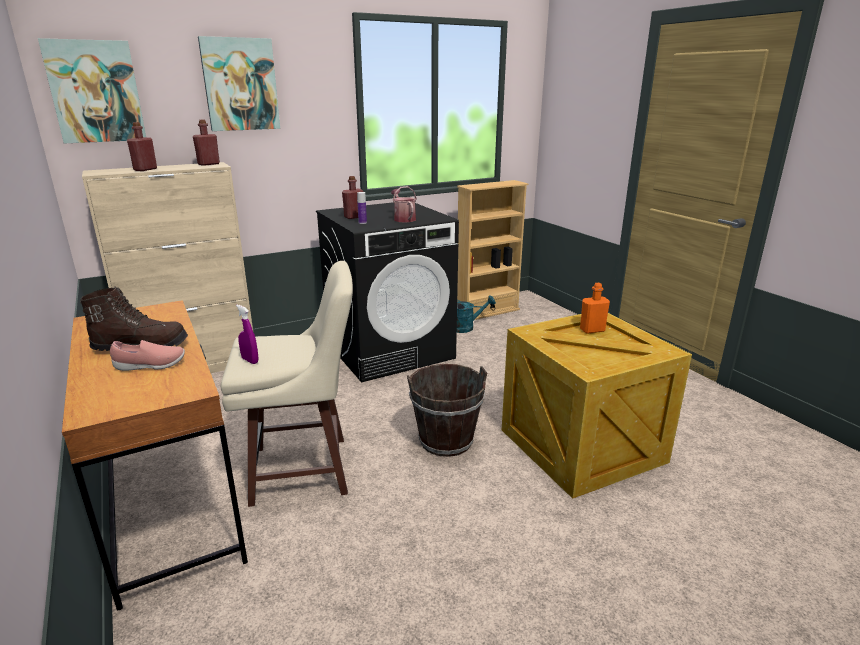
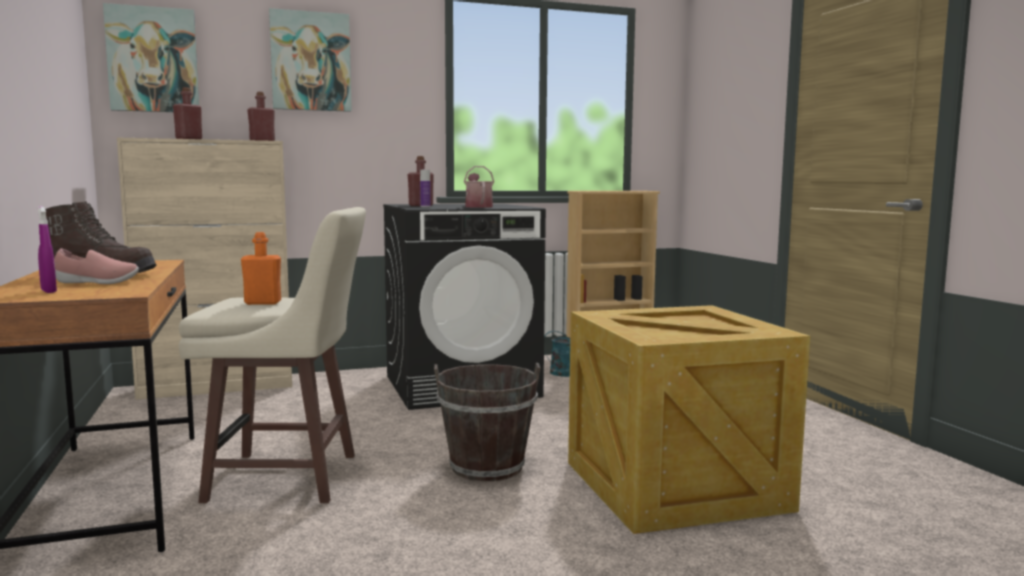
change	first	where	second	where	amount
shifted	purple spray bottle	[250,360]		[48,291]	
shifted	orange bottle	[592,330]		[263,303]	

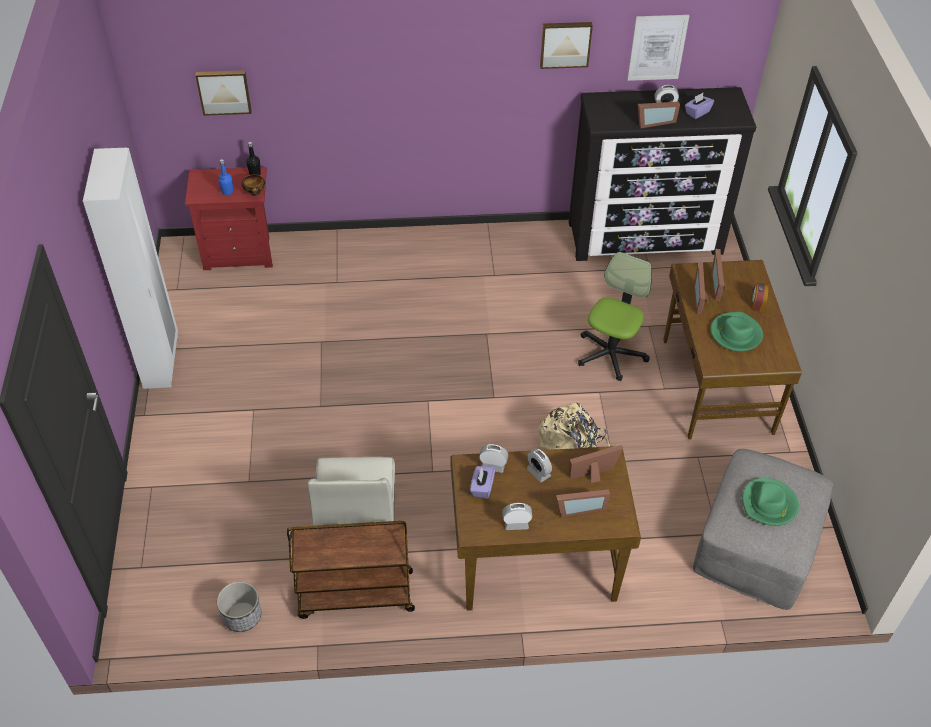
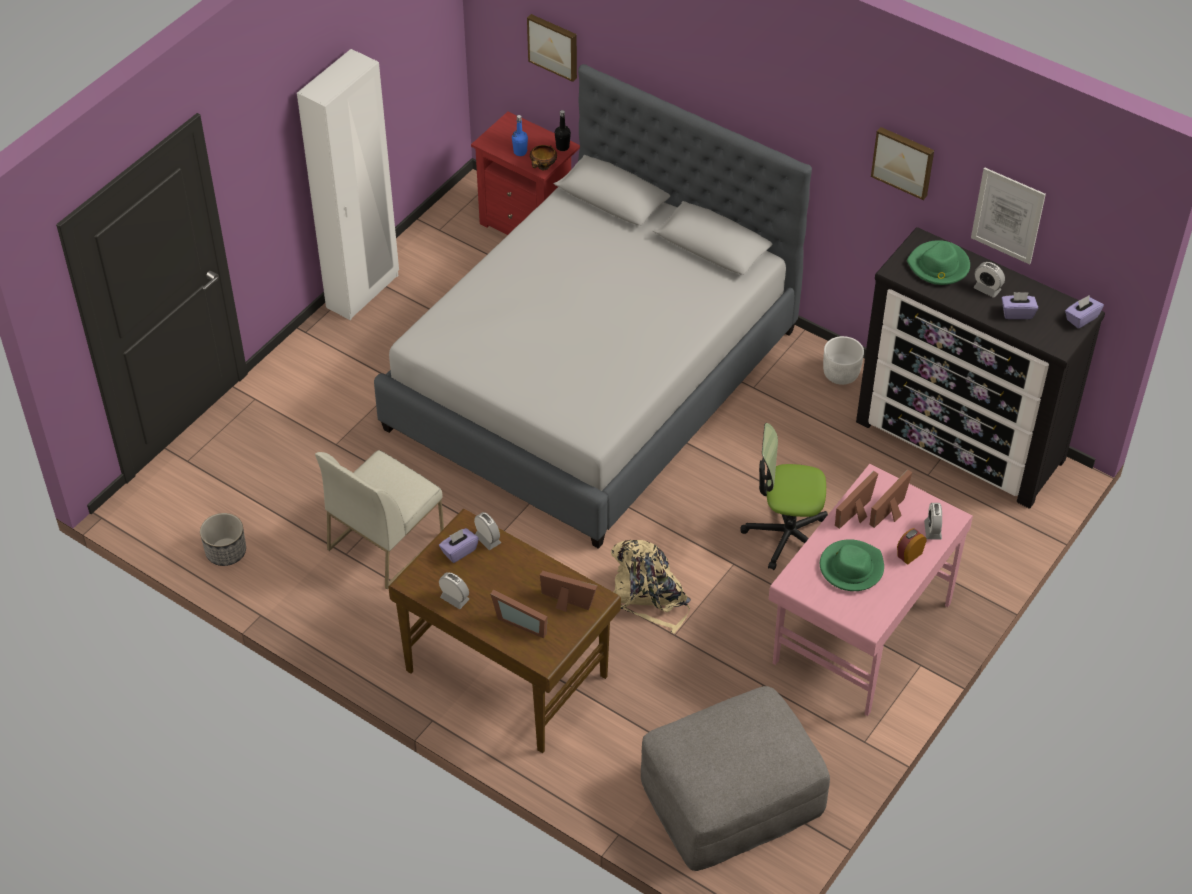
change	first	where	second	where	amount
gone	brown cart	[355,595]			
gone	picture frame	[654,122]			
new			grey bed	[593,379]	
new			white planter	[840,374]	
new			purple tissue box	[1081,318]	
shifted	alarm clock	[538,472]		[932,530]	
shifted	green hat	[769,504]		[939,266]	
repainted	brown desk	[715,386]	pink desk	[860,632]	
rotated	office chair	[611,354]		[786,535]	150 degrees counterclockwise

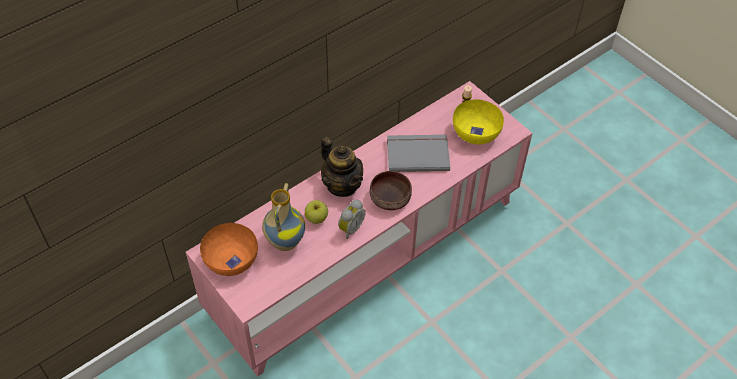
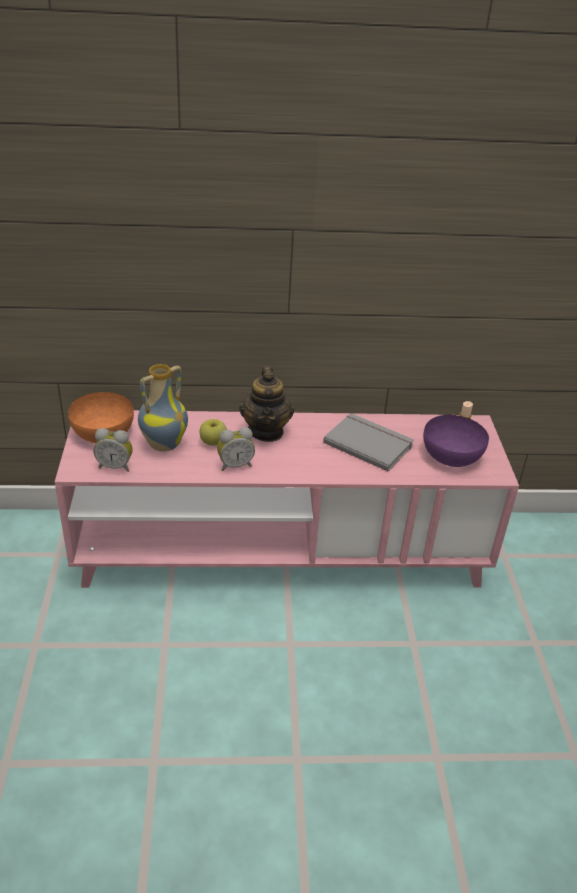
change	first	where	second	where	amount
gone	brown bowl	[391,198]			
new			alarm clock	[115,466]	
repainted	yellow bowl	[475,133]	purple bowl	[450,456]	

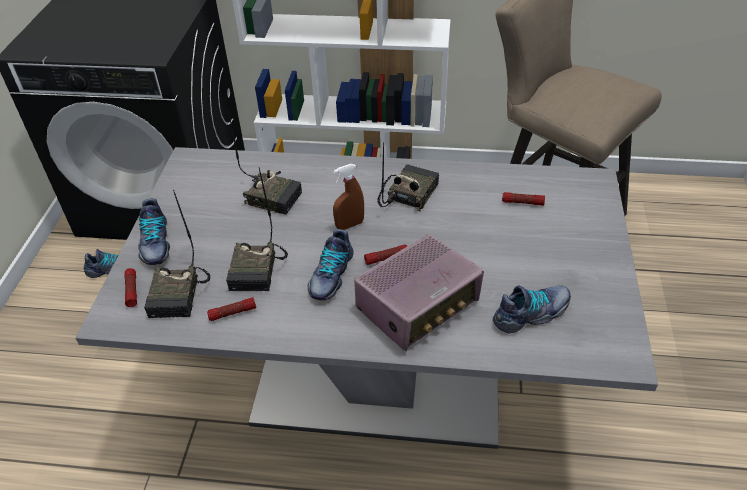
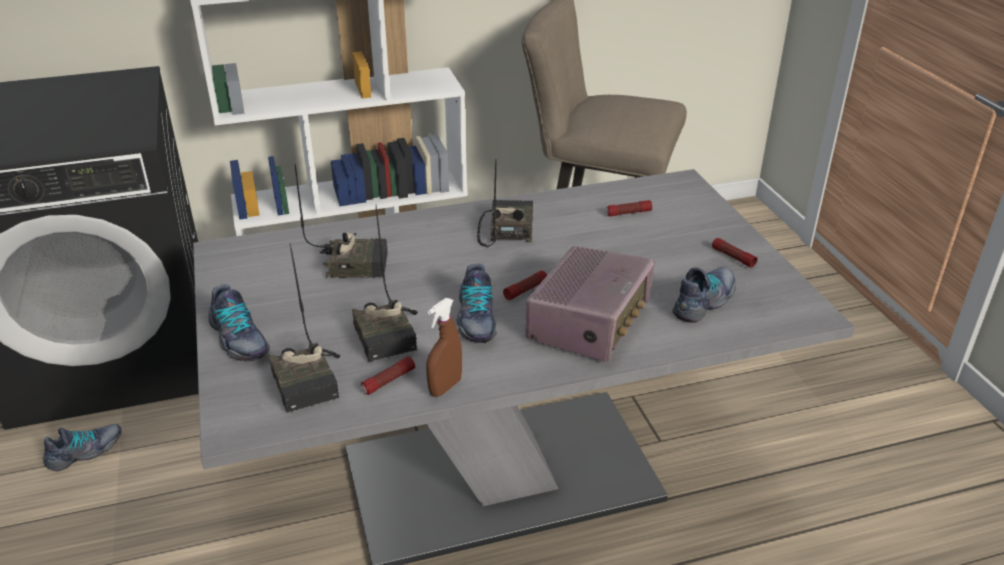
change	first	where	second	where	amount
shifted	flashlight	[132,291]		[733,257]	
shifted	brown spray bottle	[349,225]		[445,387]	

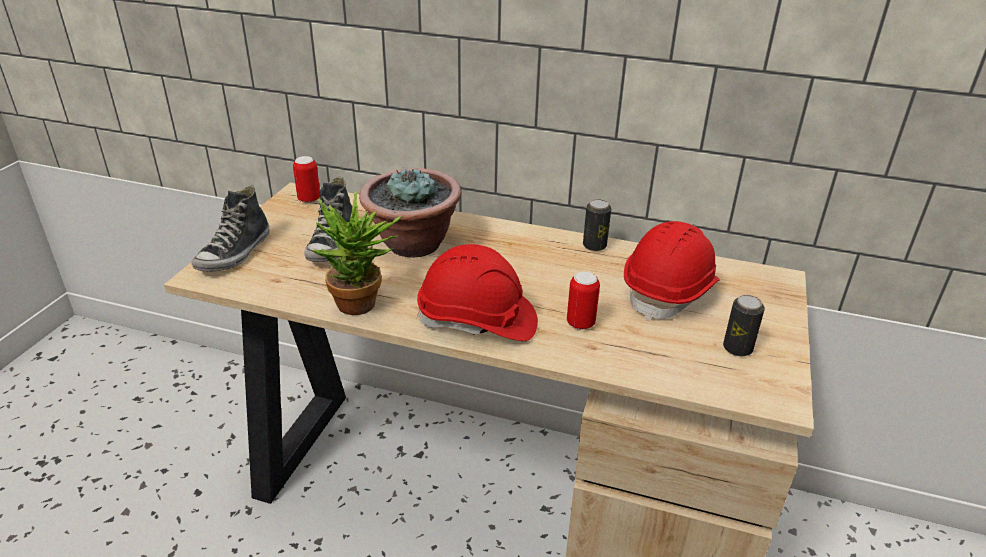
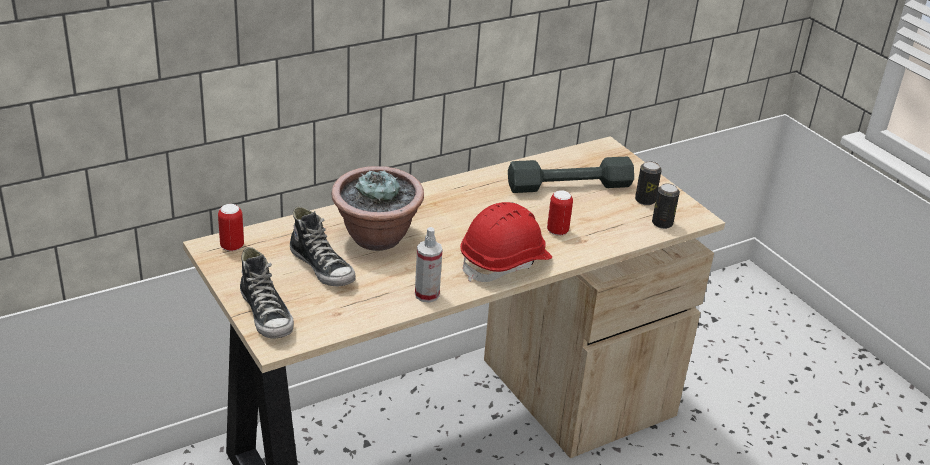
change	first	where	second	where	amount
shifted	can	[594,246]		[662,223]	
swapped	potted plant	[363,307]	spray bottle	[427,294]	
swapped	red hard hat	[670,291]	grey dumbbell	[569,185]	

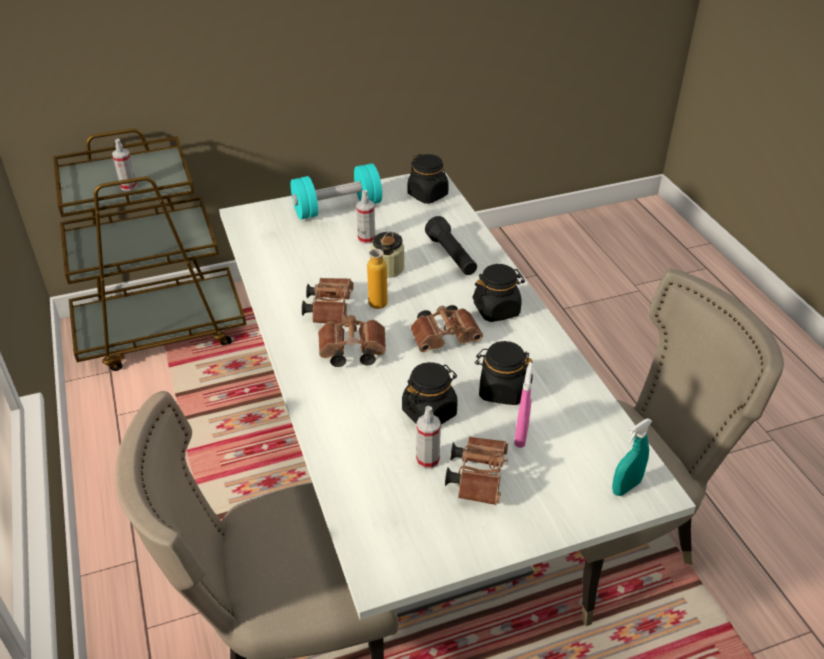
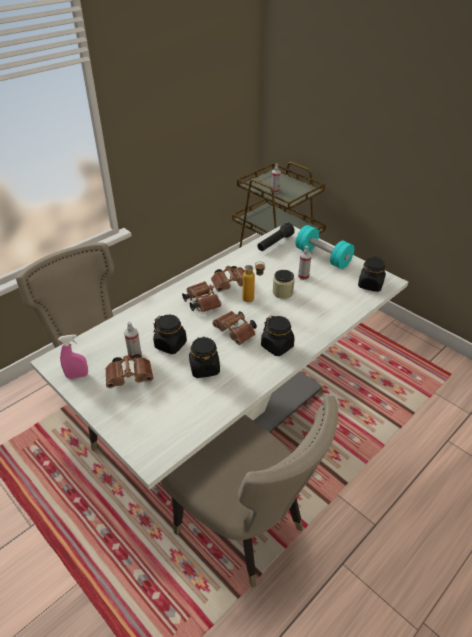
change	first	where	second	where	amount
gone	turquoise spray bottle	[626,487]			
shifted	black flashlight	[452,256]		[274,243]	
shifted	pink spray bottle	[521,436]		[77,375]	

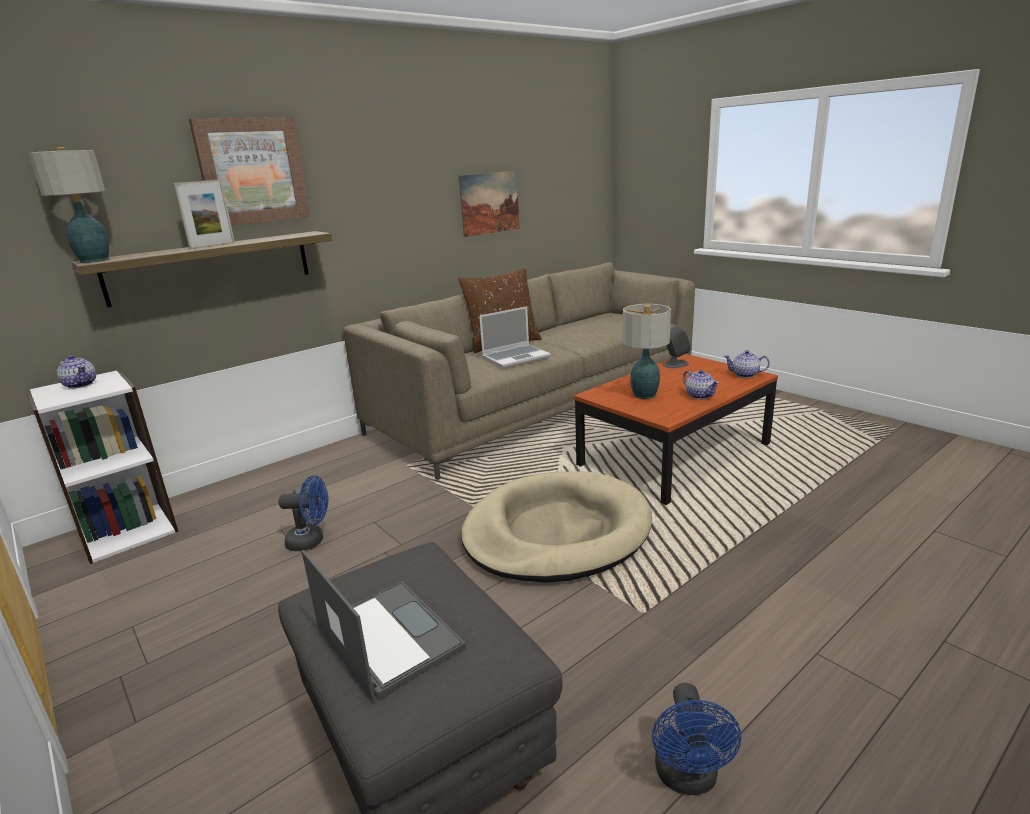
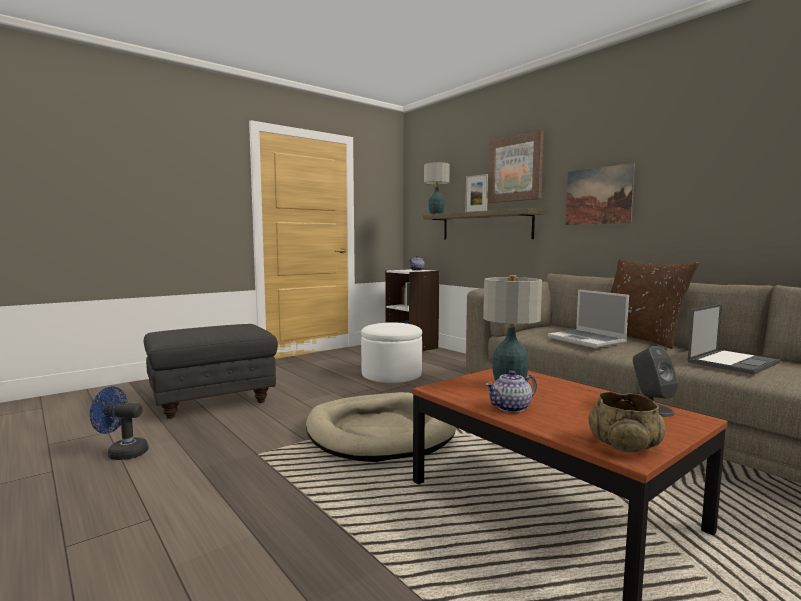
change	first	where	second	where	amount
shifted	laptop	[387,637]		[733,362]	
shifted	picture	[489,203]		[598,196]	
swapped	blue fan	[311,541]	white ottoman	[391,374]	
swapped	teapot	[745,375]	beige bowl	[624,446]	

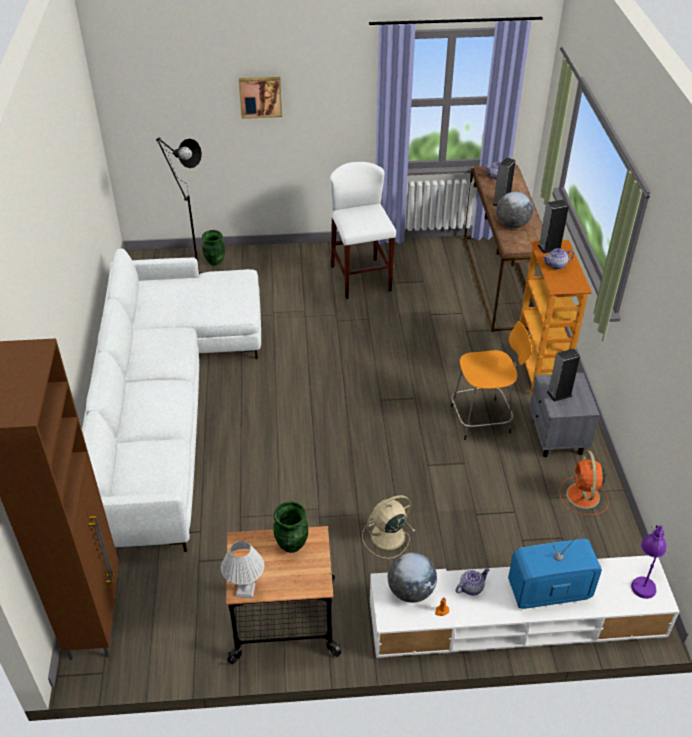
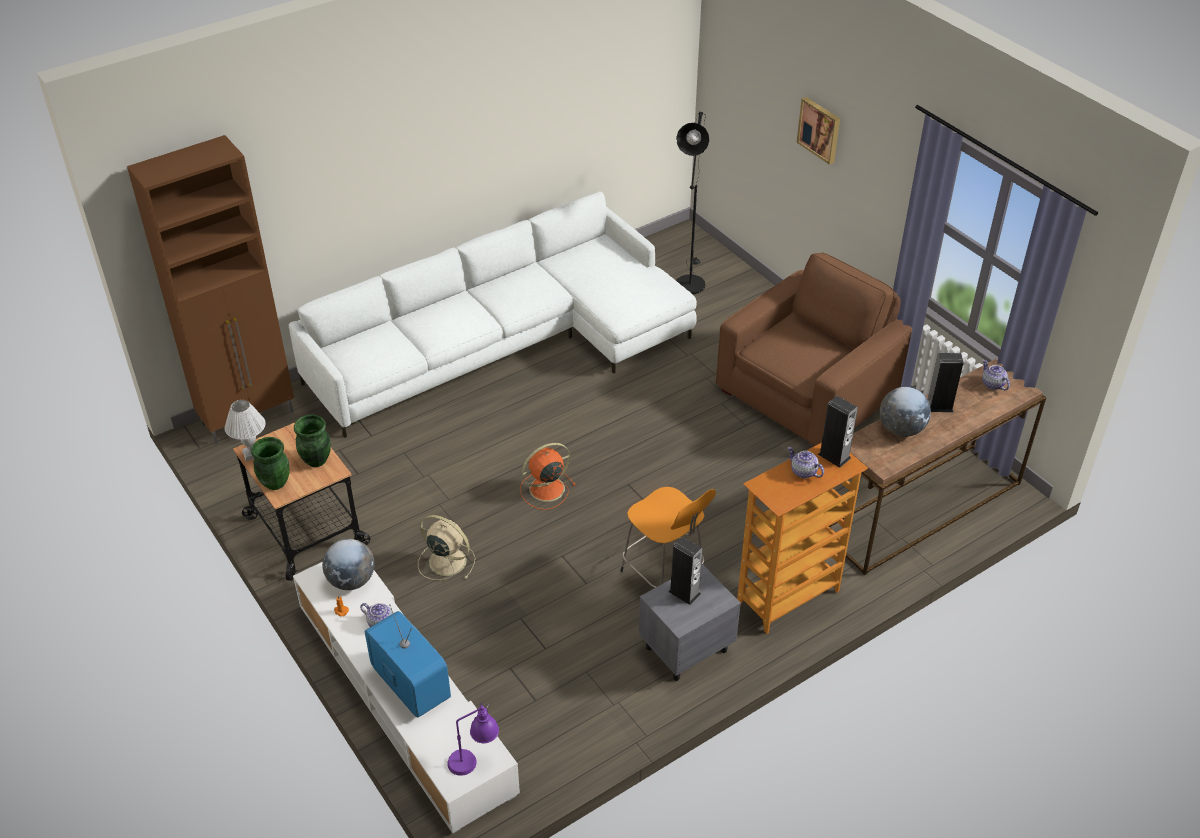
change	first	where	second	where	amount
shifted	green vase	[214,261]		[275,482]	
shifted	orange fan	[583,497]		[545,489]	
swapped	white stool	[360,278]	brown armchair	[808,392]	

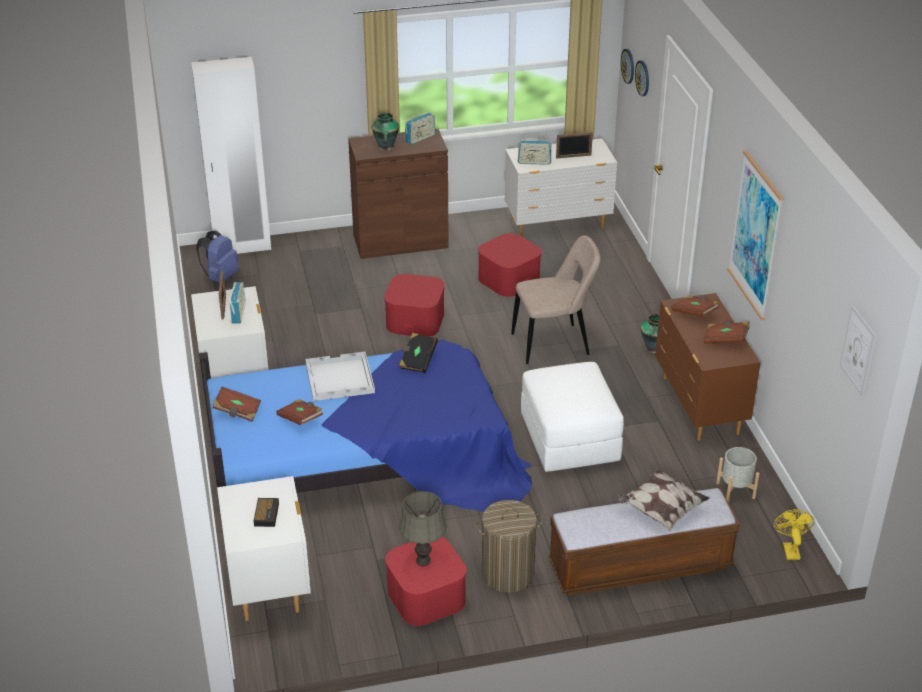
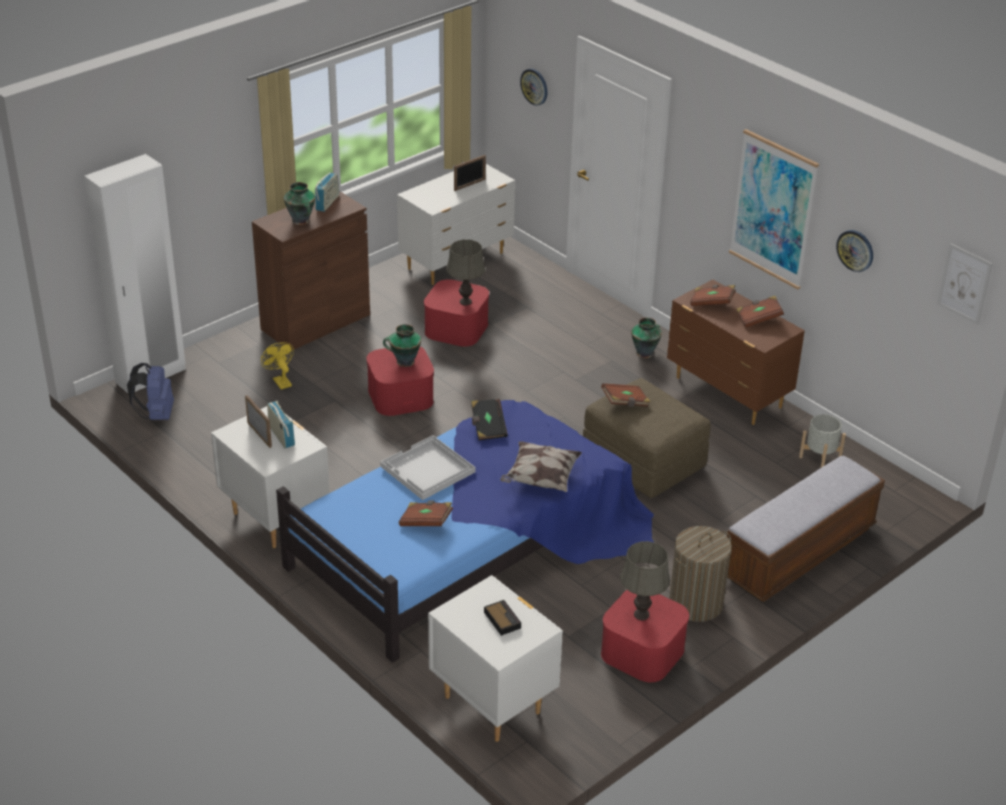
change	first	where	second	where	amount
gone	beige chair	[554,344]			
gone	radio	[534,162]			
new			vase	[404,362]	
new			grey table lamp	[466,302]	
shifted	brown book	[237,411]		[625,403]	
shifted	pillow	[660,510]		[540,478]	
shifted	wall clock	[628,66]		[855,250]	
shifted	yellow fan	[790,549]		[280,381]	
repainted	white ottoman	[569,439]	brown ottoman	[643,461]	

